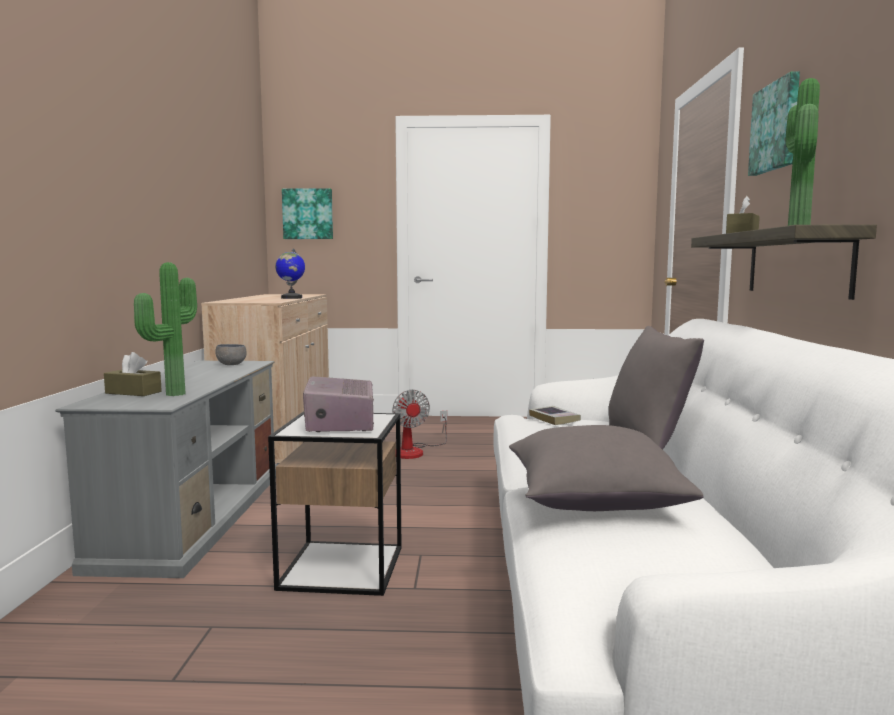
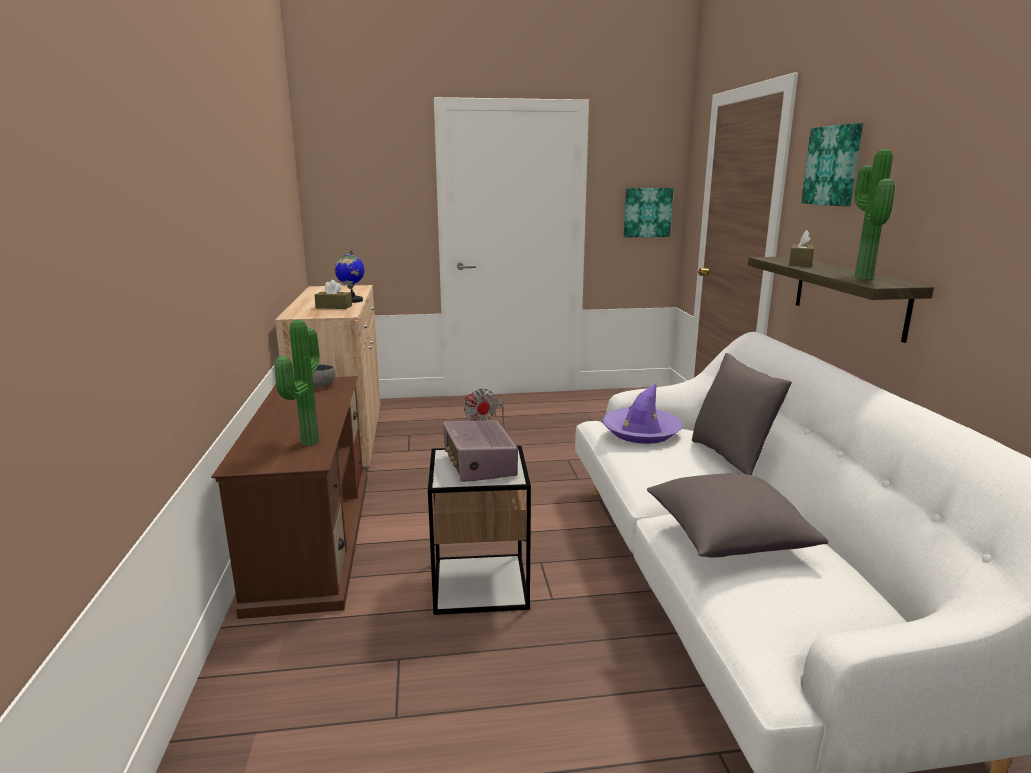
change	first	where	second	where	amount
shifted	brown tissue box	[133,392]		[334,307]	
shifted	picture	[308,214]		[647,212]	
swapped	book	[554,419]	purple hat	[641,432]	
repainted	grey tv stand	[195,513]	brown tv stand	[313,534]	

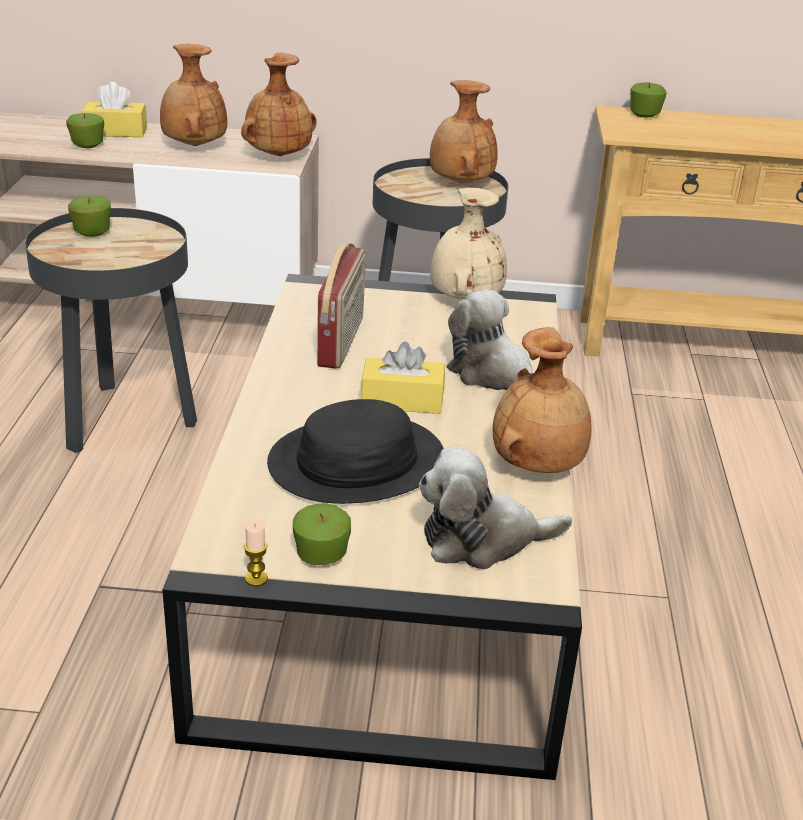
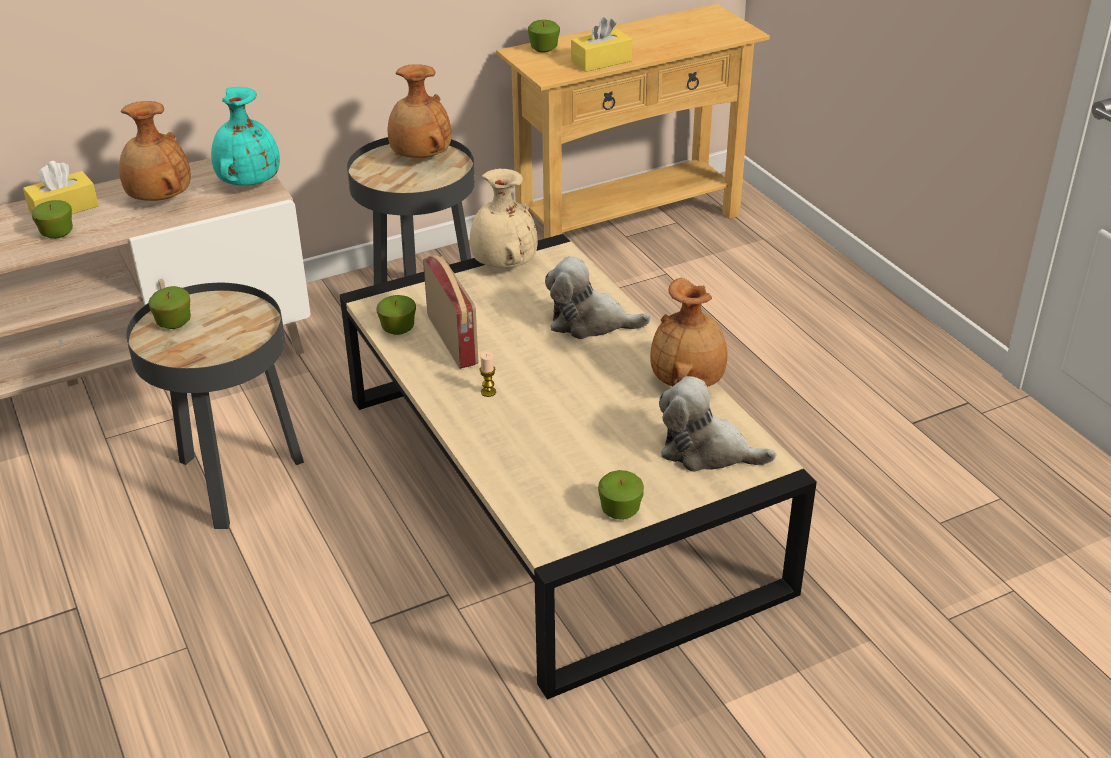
change	first	where	second	where	amount
gone	black hat	[357,463]			
new			apple	[398,329]	
shifted	candle	[256,579]		[488,392]	
shifted	yellow tissue box	[402,400]		[601,61]	
repainted	brown vase	[278,155]	turquoise vase	[248,183]	
rotated	plush toy	[482,540]		[706,451]	60 degrees clockwise

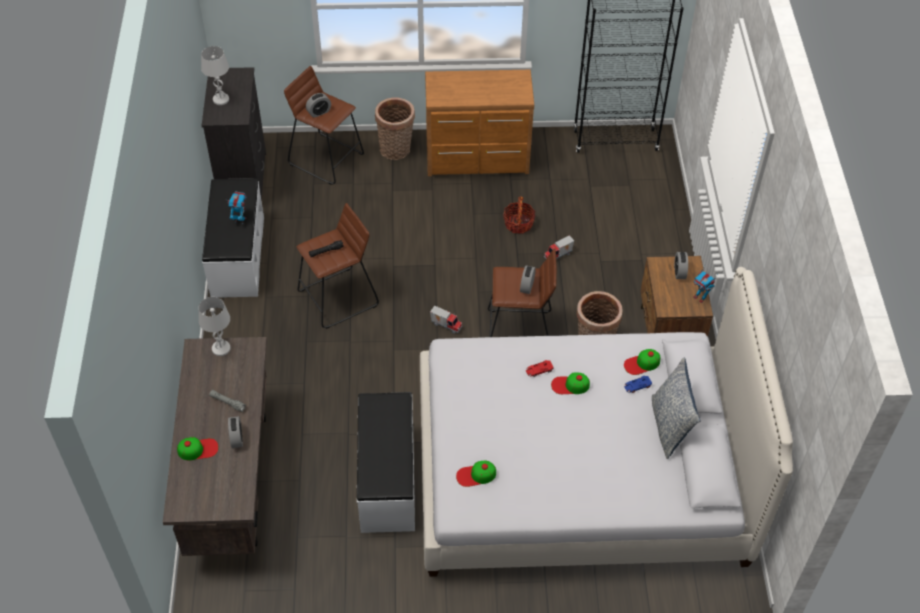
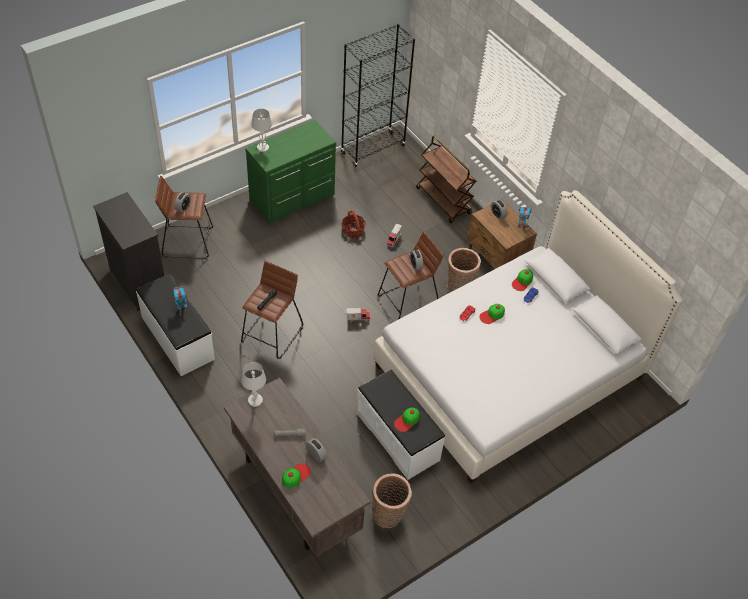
change	first	where	second	where	amount
gone	pillow	[670,426]			
new			brown cart	[444,201]	
shifted	white table lamp	[221,99]		[263,147]	
shifted	basket	[396,150]		[389,515]	
shifted	cap	[476,475]		[407,420]	
repainted	brown dresser	[478,159]	green dresser	[294,198]	

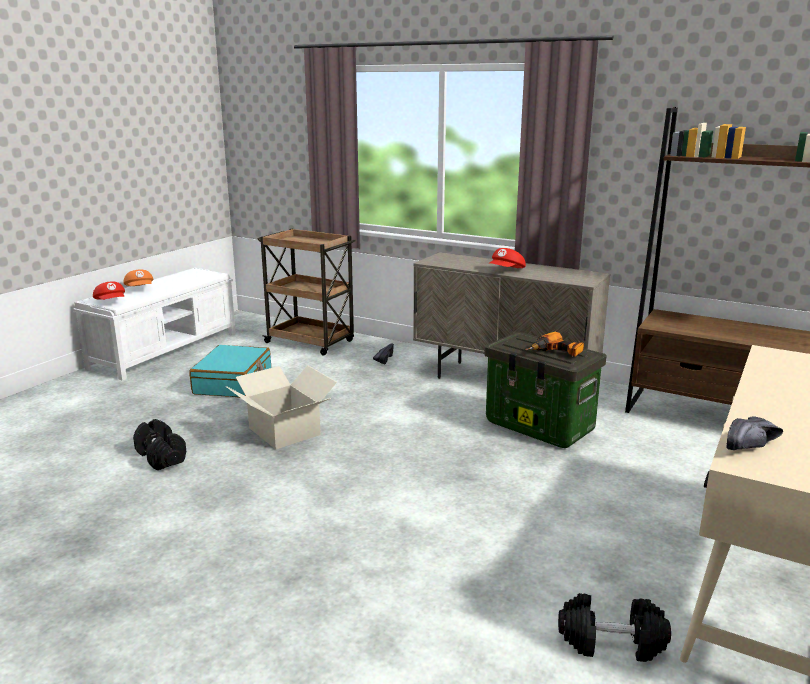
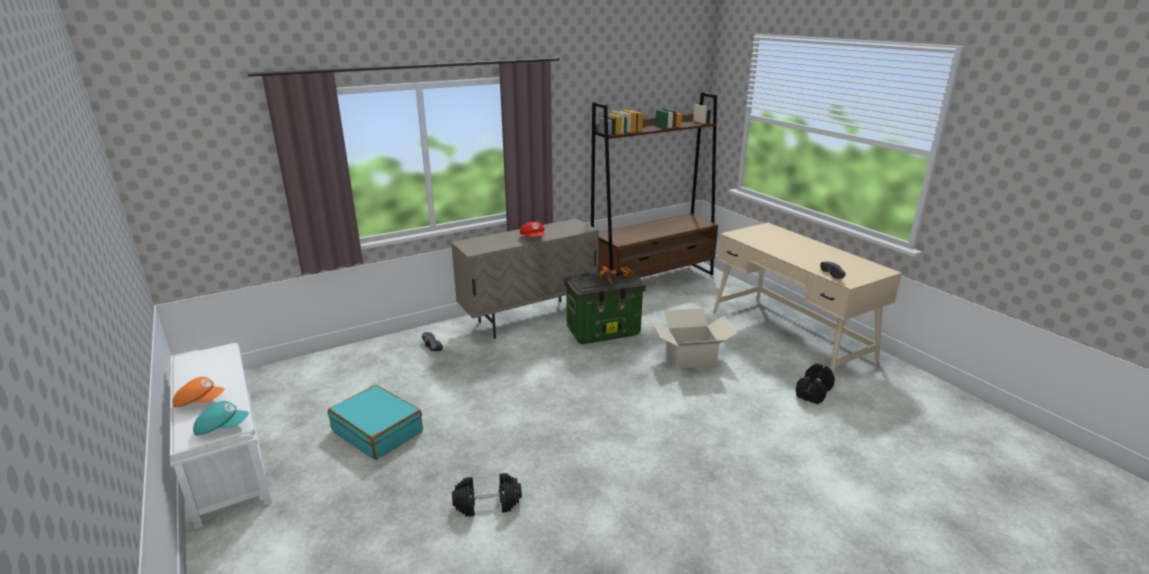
change	first	where	second	where	amount
gone	brown cart	[311,342]			
shifted	cardboard box	[285,431]		[690,357]	
repainted	red cap	[111,302]	turquoise cap	[222,428]	

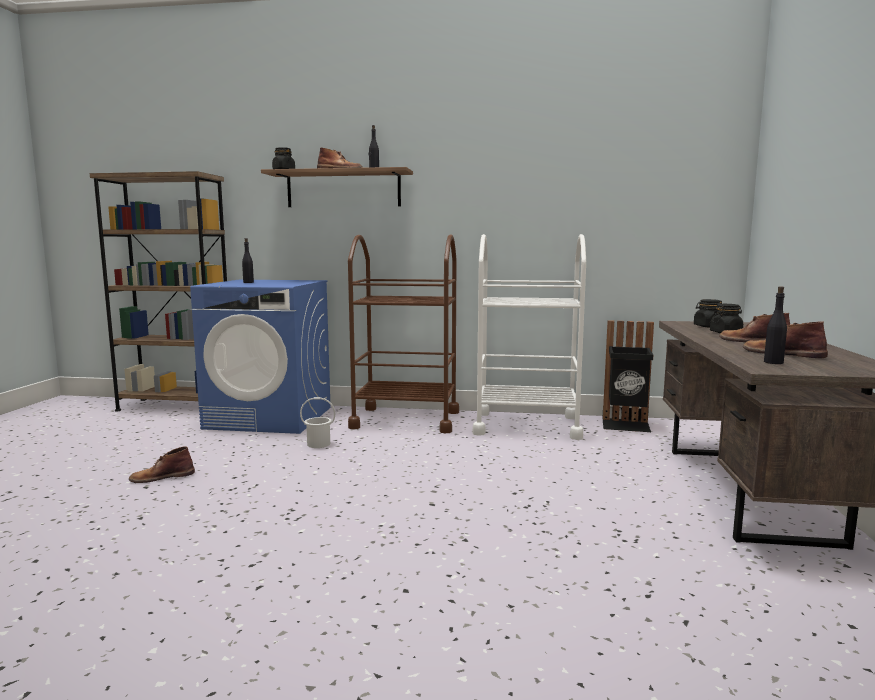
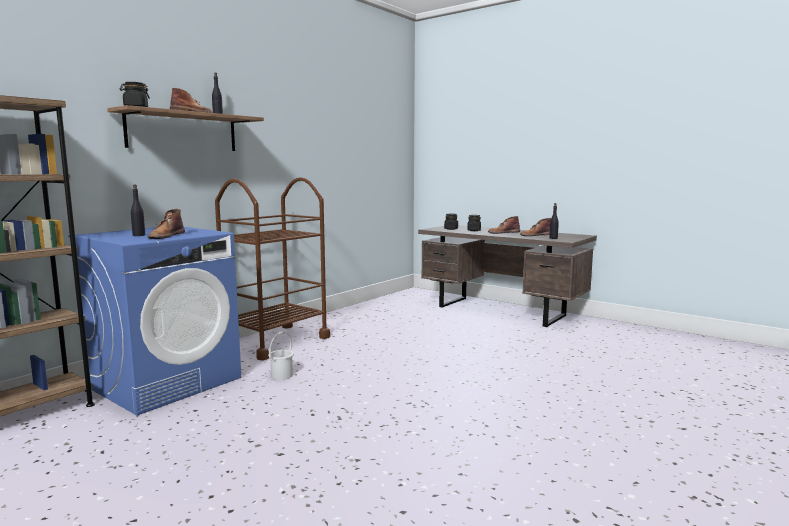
change	first	where	second	where	amount
gone	white cart	[526,425]			
gone	black trash can	[626,425]			
shifted	brown boot	[162,477]		[166,236]	

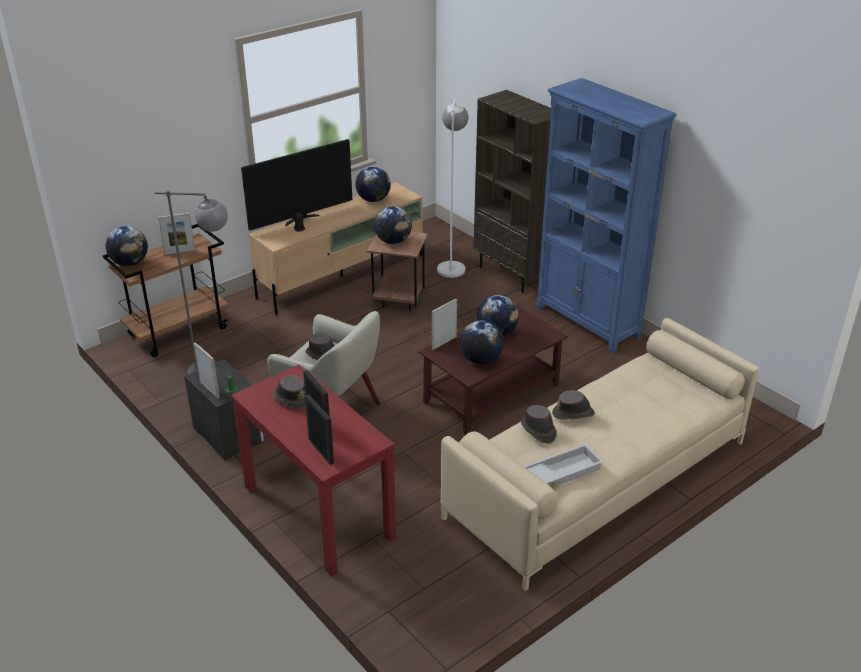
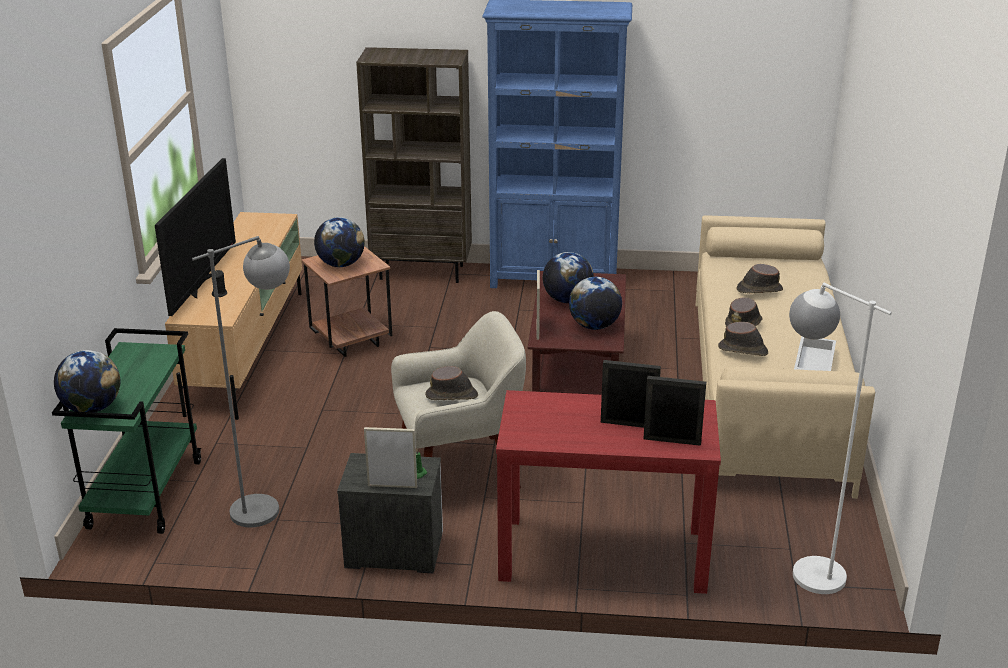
change	first	where	second	where	amount
gone	picture frame	[180,252]			
gone	globe	[373,200]			
shifted	brown hat	[292,398]		[758,289]	
shifted	white floor lamp	[451,265]		[803,567]	
repainted	brown cart	[178,331]	green cart	[145,493]	

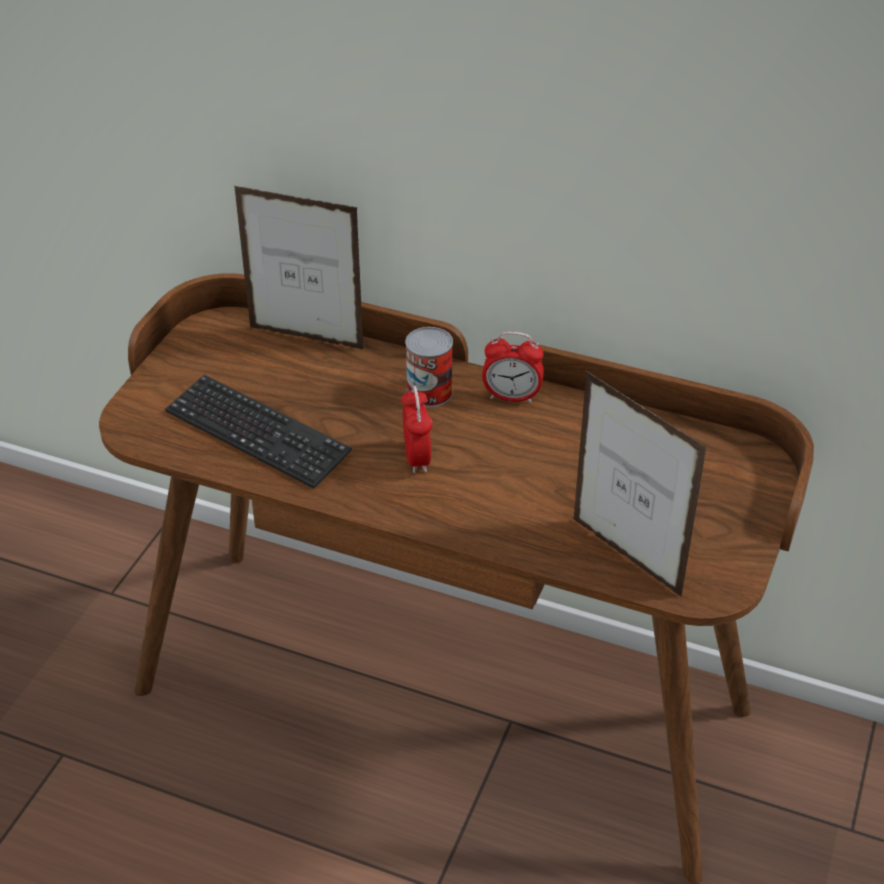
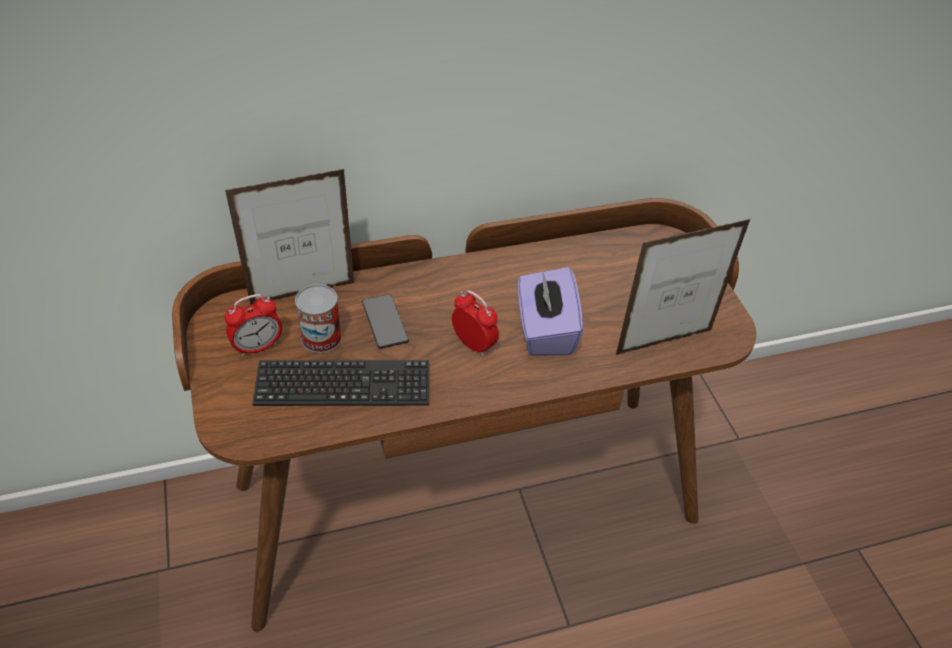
change	first	where	second	where	amount
new			phone	[385,322]	
new			purple tissue box	[545,330]	
shifted	can	[429,392]		[321,338]	
shifted	alarm clock	[512,397]		[258,347]	
rotated	picture frame	[625,557]		[664,342]	150 degrees clockwise

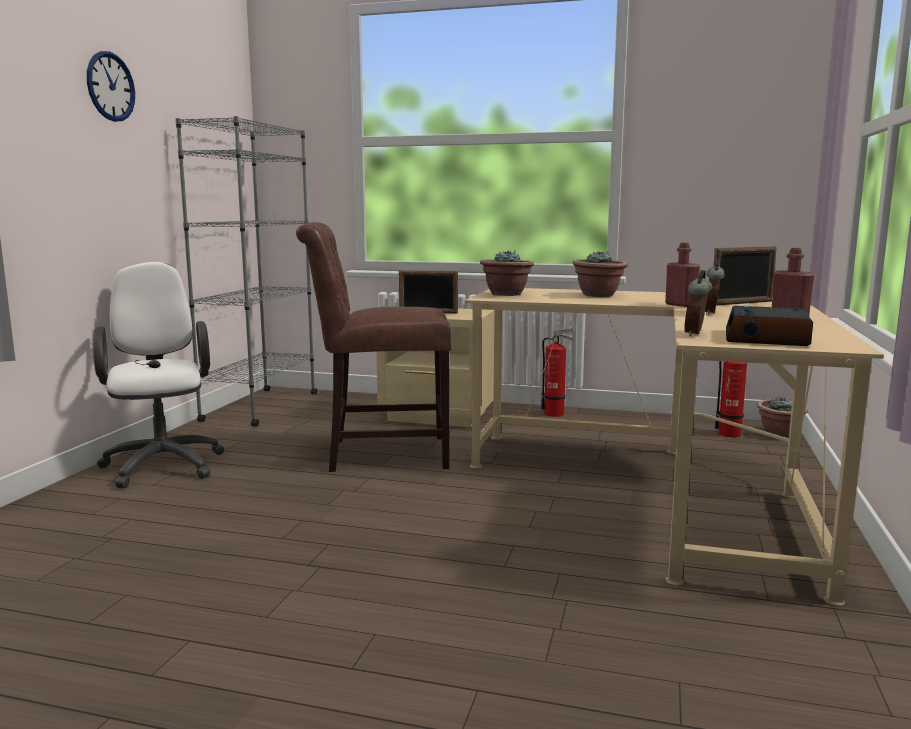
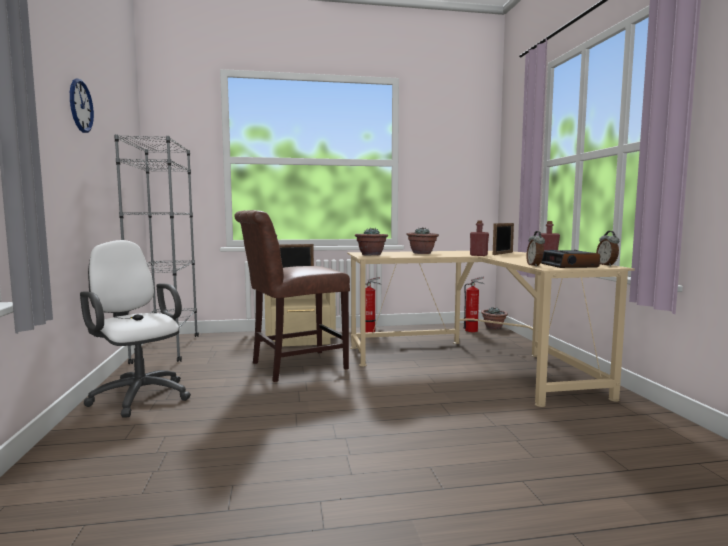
change	first	where	second	where	amount
shifted	alarm clock	[712,313]		[607,265]	

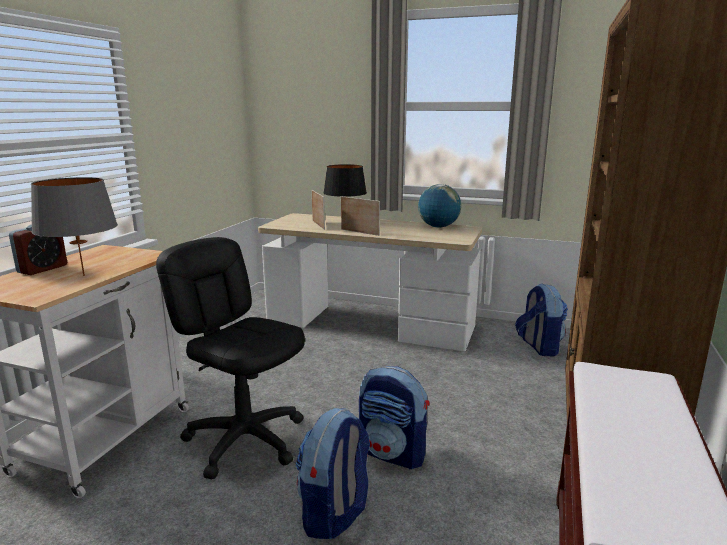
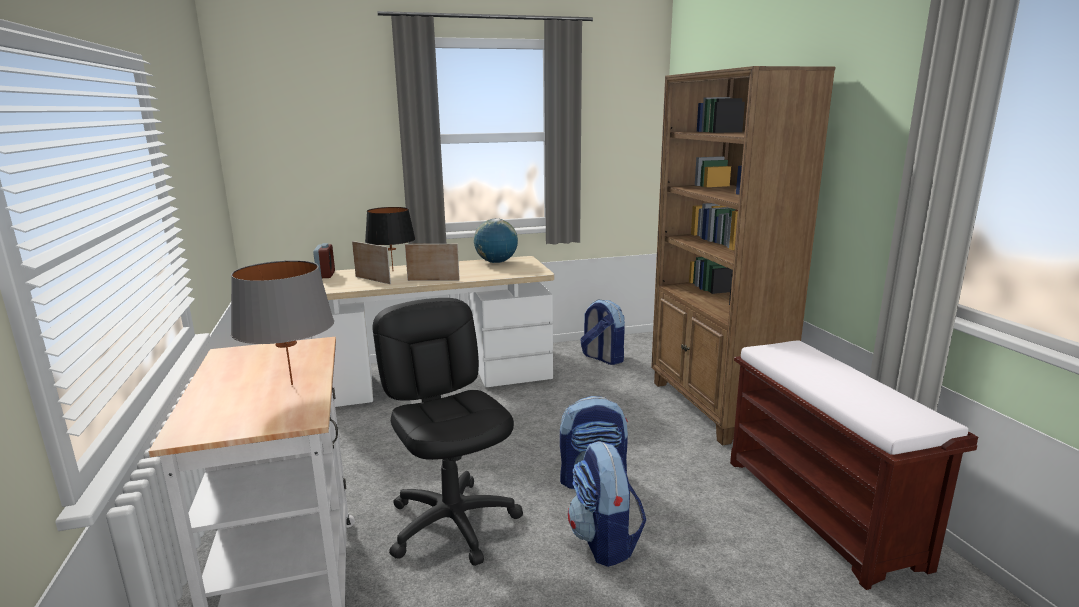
change	first	where	second	where	amount
shifted	alarm clock	[42,269]		[326,275]	
rotated	black office chair	[245,439]		[453,523]	60 degrees clockwise

